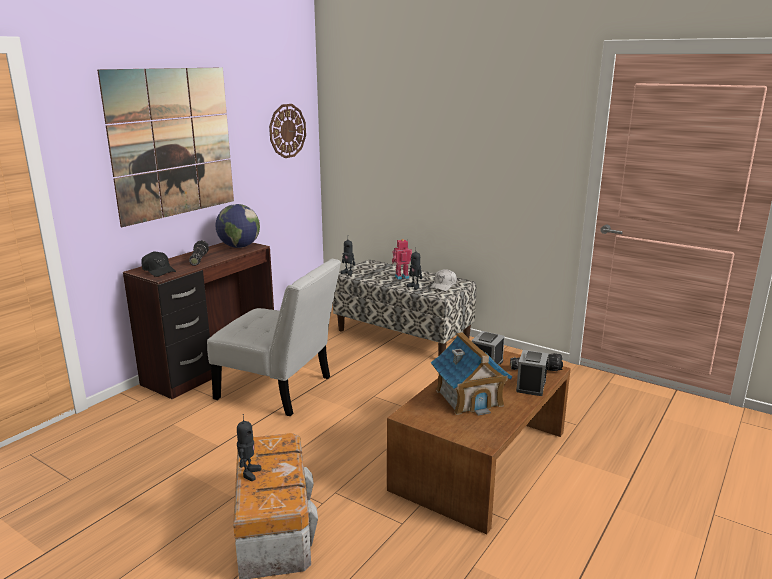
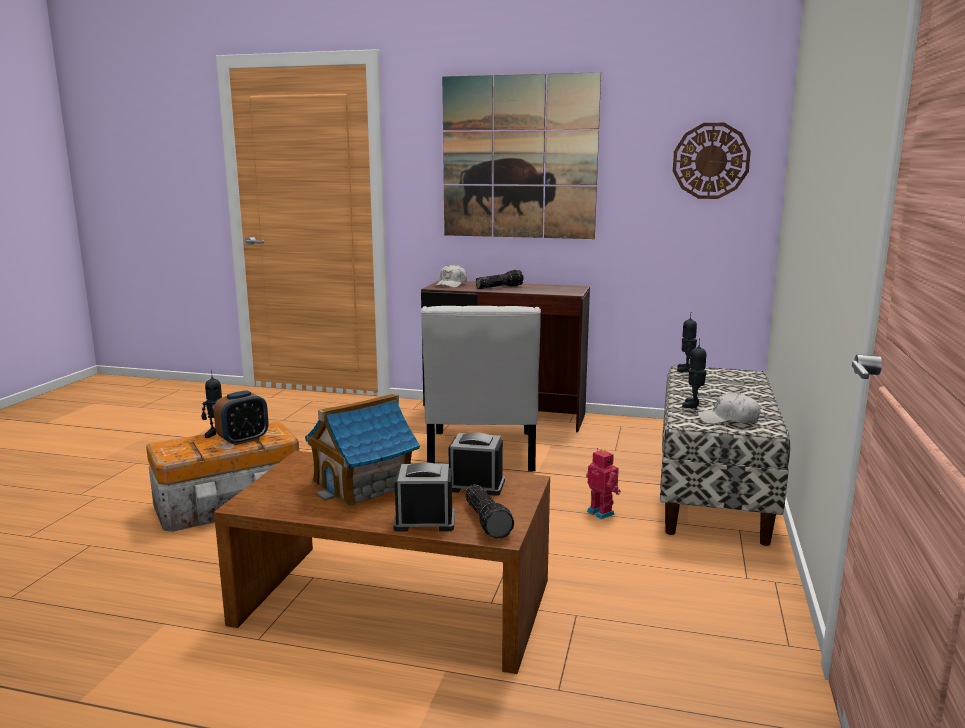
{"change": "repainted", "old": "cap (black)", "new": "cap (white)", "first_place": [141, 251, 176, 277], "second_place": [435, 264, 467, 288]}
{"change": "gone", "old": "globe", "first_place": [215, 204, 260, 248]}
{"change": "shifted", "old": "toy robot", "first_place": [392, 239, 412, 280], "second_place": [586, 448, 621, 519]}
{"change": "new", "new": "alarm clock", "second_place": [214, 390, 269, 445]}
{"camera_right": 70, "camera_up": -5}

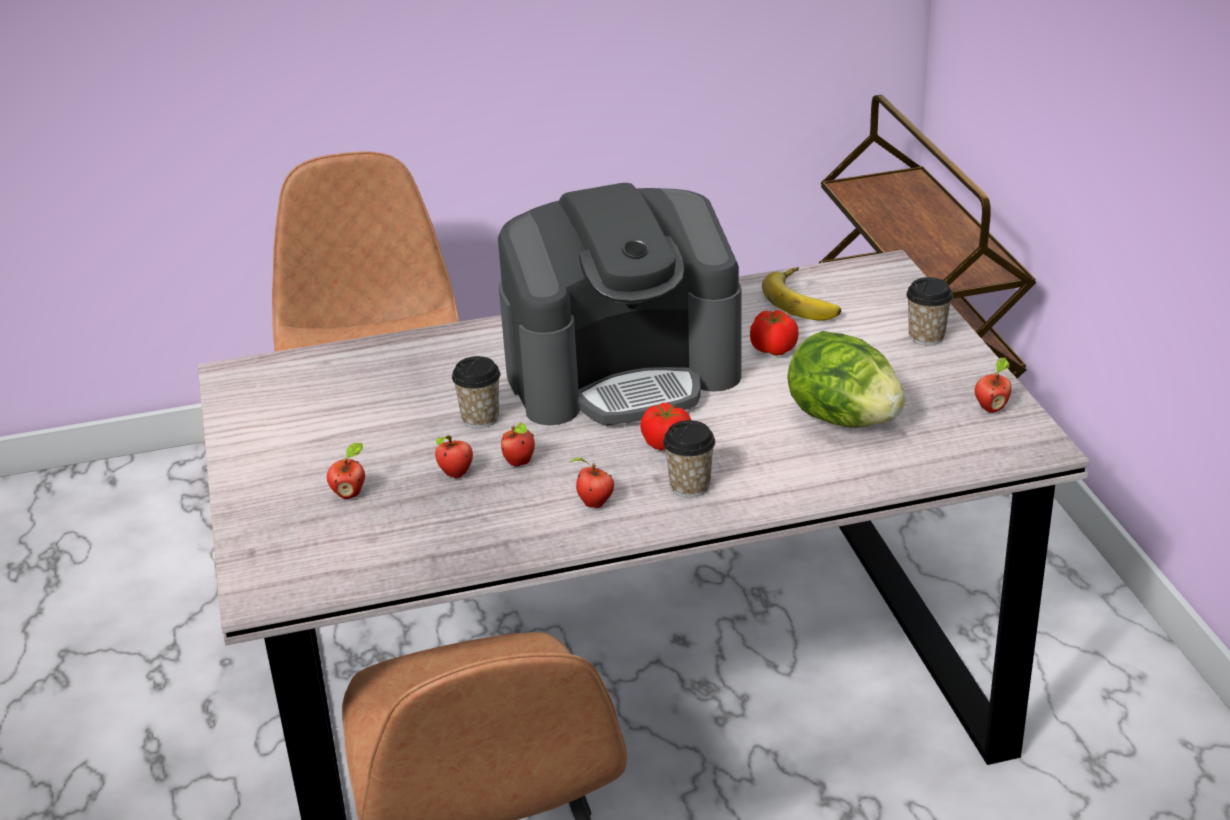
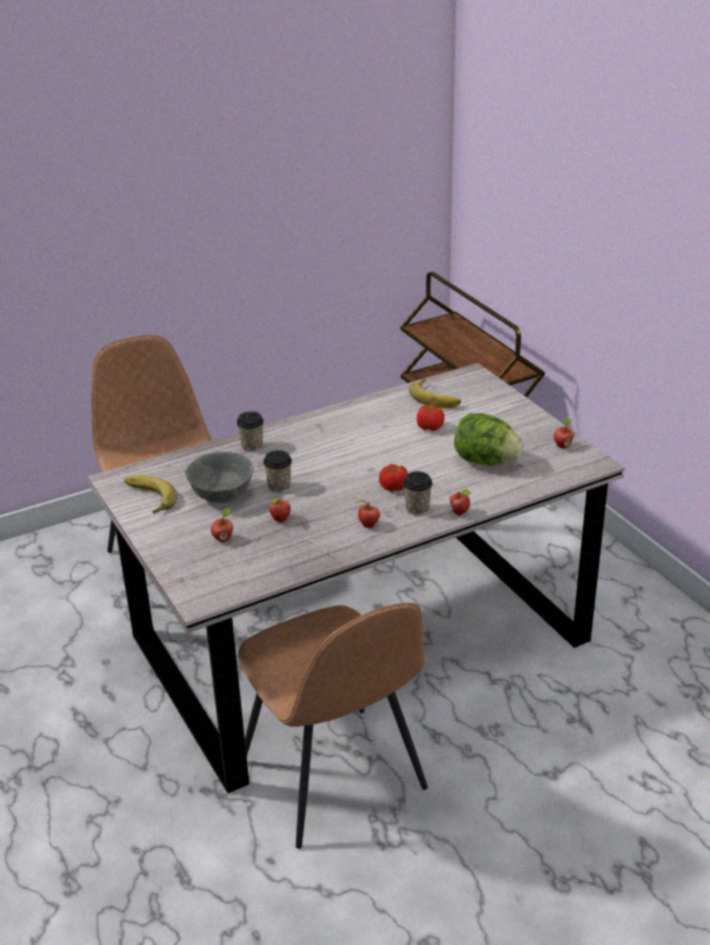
{"change": "gone", "old": "coffee machine", "first_place": [498, 183, 741, 426]}
{"change": "shifted", "old": "apple", "first_place": [501, 422, 535, 467], "second_place": [450, 489, 471, 515]}
{"change": "shifted", "old": "cup", "first_place": [906, 277, 953, 345], "second_place": [237, 411, 264, 452]}
{"change": "new", "new": "banana", "second_place": [124, 475, 177, 513]}
{"change": "new", "new": "bowl (grey)", "second_place": [185, 452, 254, 503]}
{"camera_right": -15, "camera_up": 0}

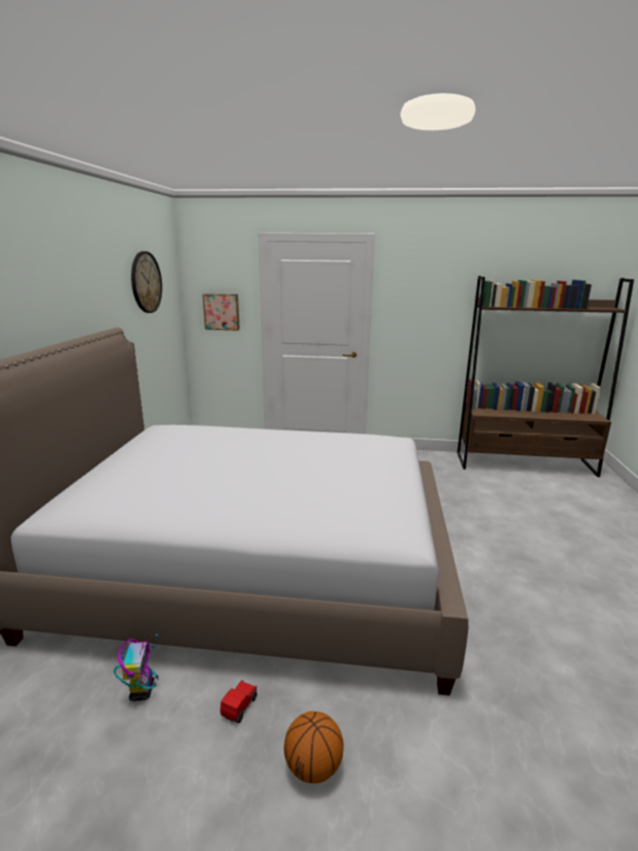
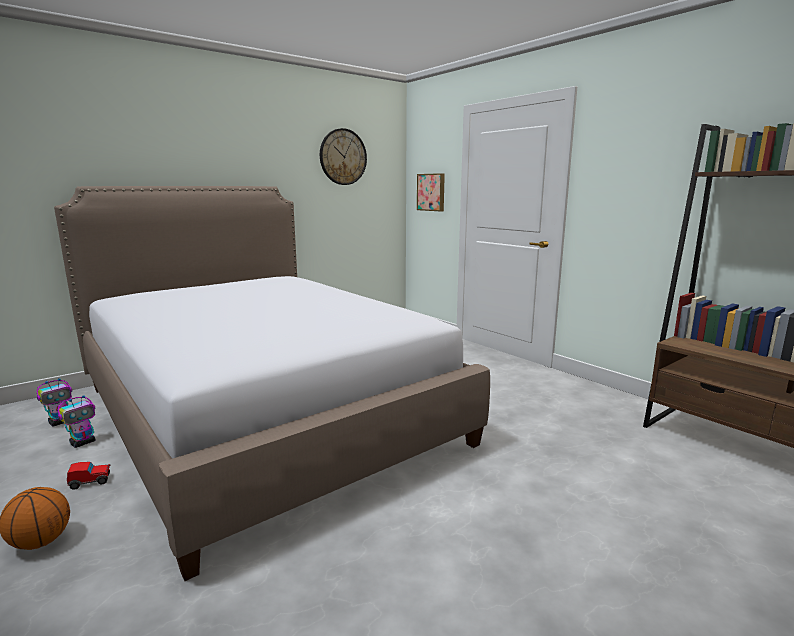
{"change": "new", "new": "toy robot", "second_place": [37, 378, 72, 427]}
{"camera_right": 45, "camera_up": -5}

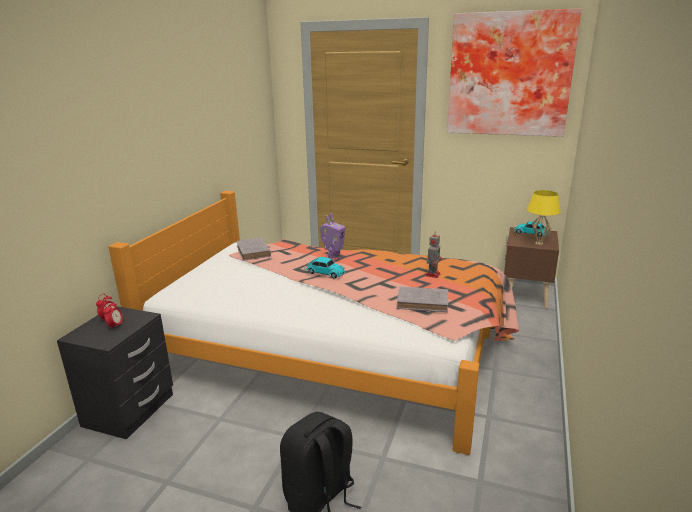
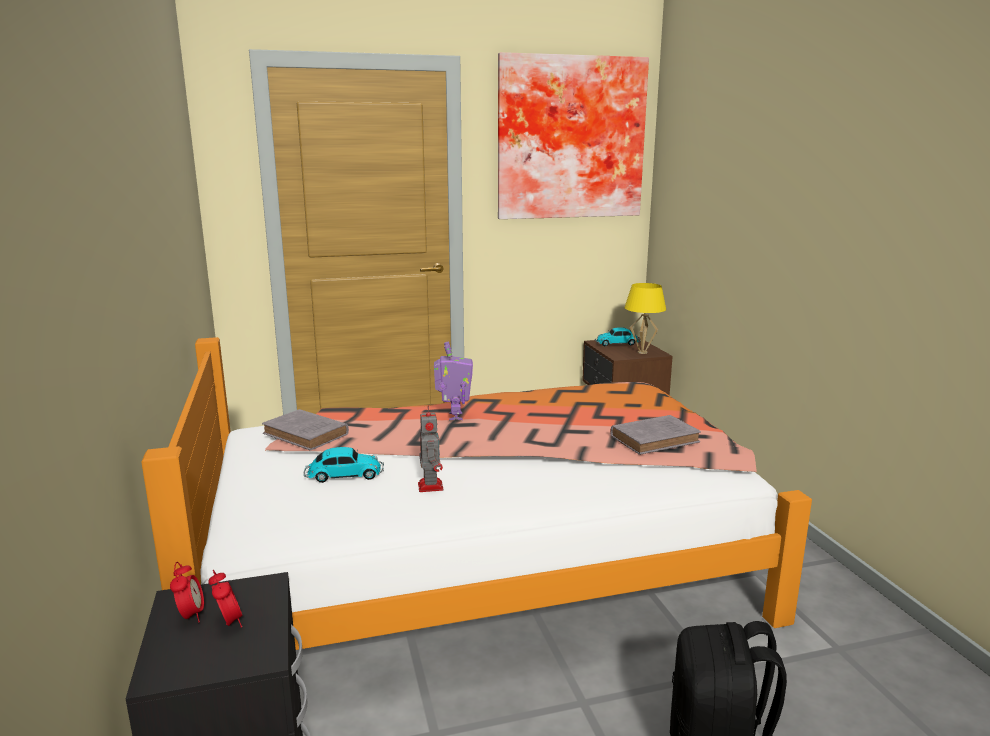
{"change": "shifted", "old": "toy car", "first_place": [304, 257, 346, 279], "second_place": [304, 447, 384, 483]}
{"change": "shifted", "old": "toy robot", "first_place": [425, 231, 442, 278], "second_place": [418, 405, 443, 492]}
{"camera_right": -35, "camera_up": -5}

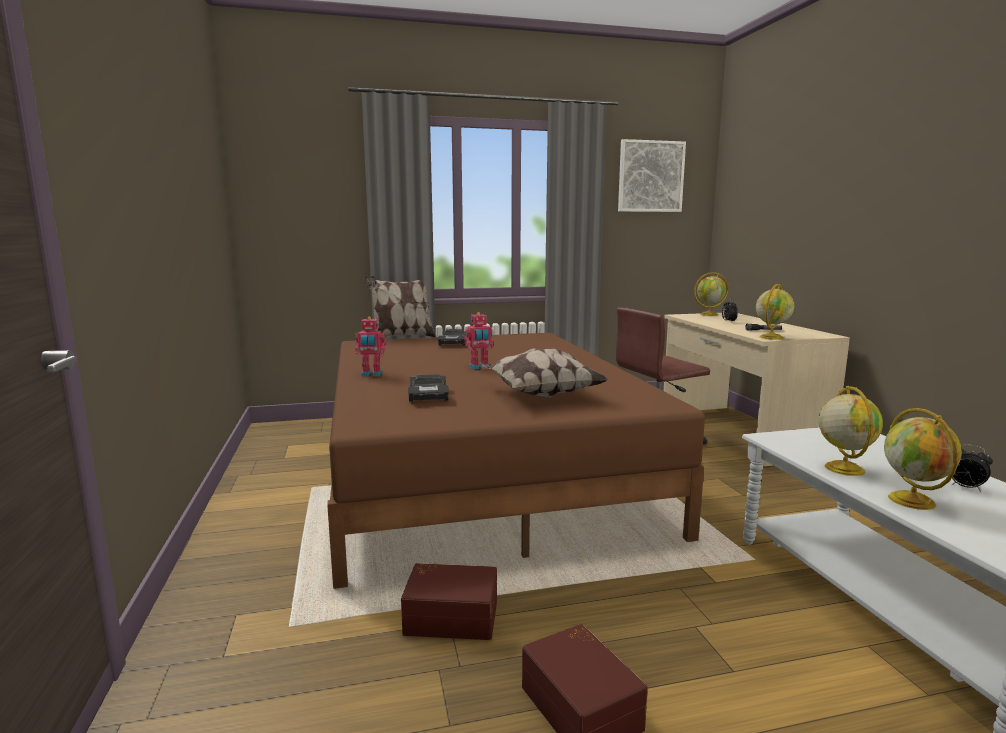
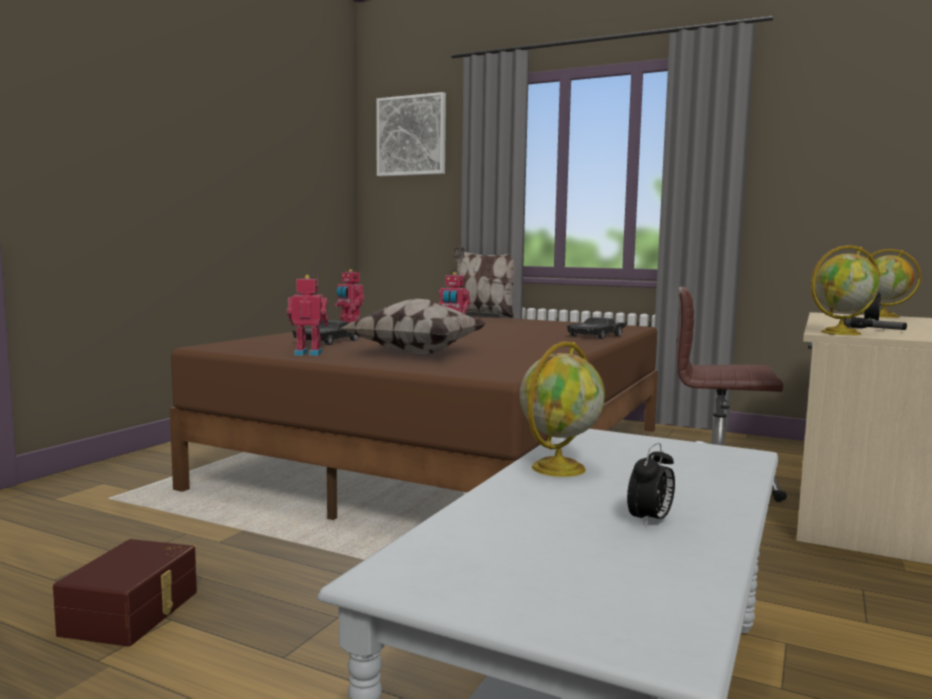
{"change": "gone", "old": "storage box (brown)", "first_place": [401, 563, 497, 640]}
{"change": "shifted", "old": "toy car (black)", "first_place": [438, 329, 465, 346], "second_place": [567, 317, 626, 339]}
{"change": "shifted", "old": "picture", "first_place": [618, 139, 686, 212], "second_place": [377, 92, 446, 176]}
{"change": "gone", "old": "globe", "first_place": [884, 408, 962, 510]}
{"change": "rotated", "old": "alarm clock", "first_place": [951, 444, 993, 492], "second_place": [627, 443, 675, 527], "degrees": -135}
{"change": "new", "new": "toy robot", "second_place": [287, 275, 328, 356]}
{"camera_right": 40, "camera_up": -5}

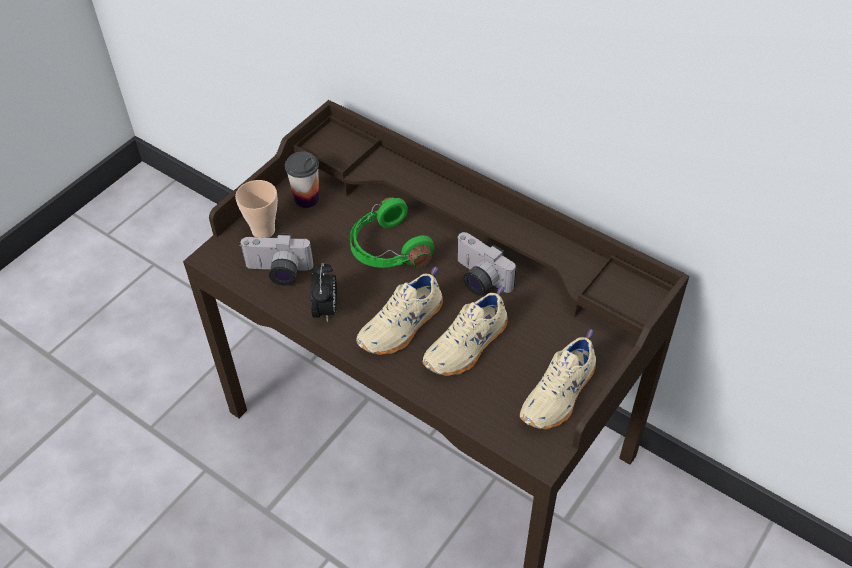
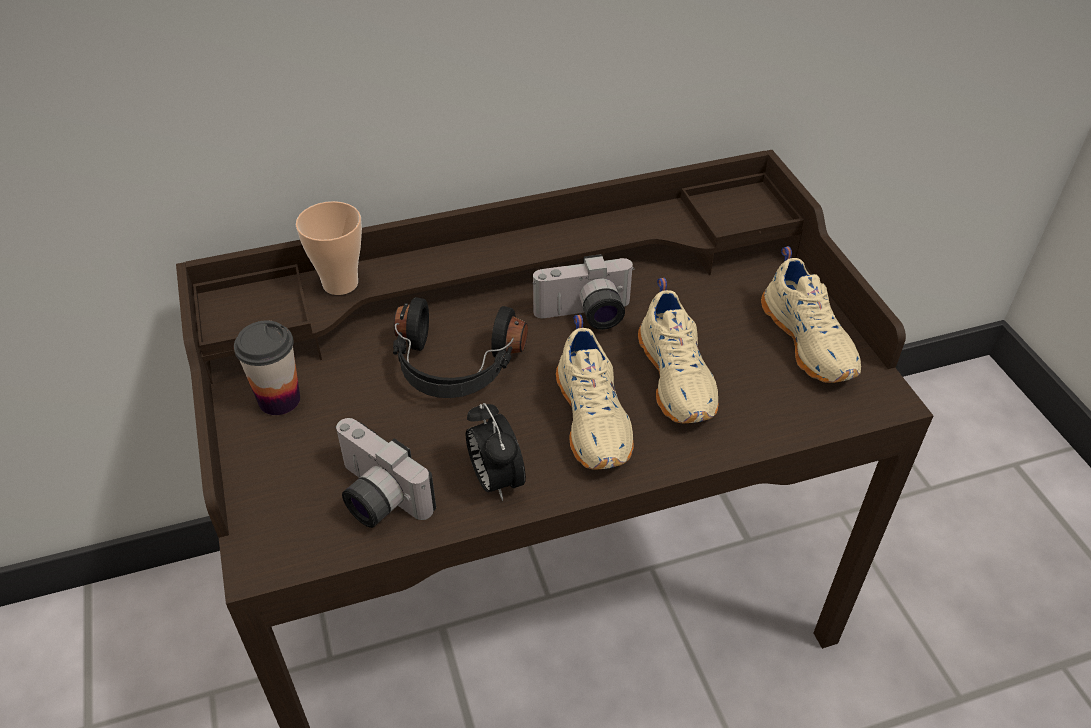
{"change": "shifted", "old": "cup", "first_place": [235, 180, 278, 238], "second_place": [296, 201, 362, 295]}
{"change": "rotated", "old": "photo camera", "first_place": [240, 233, 314, 285], "second_place": [335, 418, 436, 528], "degrees": 90}
{"change": "rotated", "old": "alarm clock", "first_place": [310, 263, 337, 323], "second_place": [466, 403, 526, 501], "degrees": -150}
{"change": "repainted", "old": "headphones (green)", "new": "headphones (black)", "first_place": [350, 197, 434, 268], "second_place": [393, 297, 528, 398]}
{"camera_right": -55, "camera_up": -5}

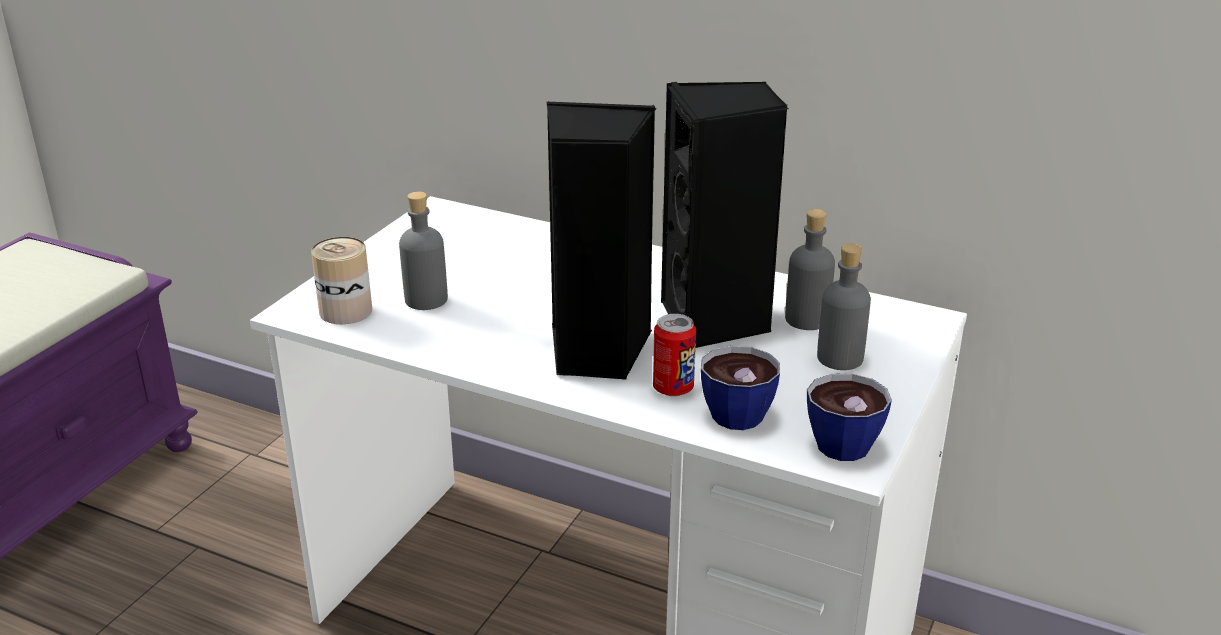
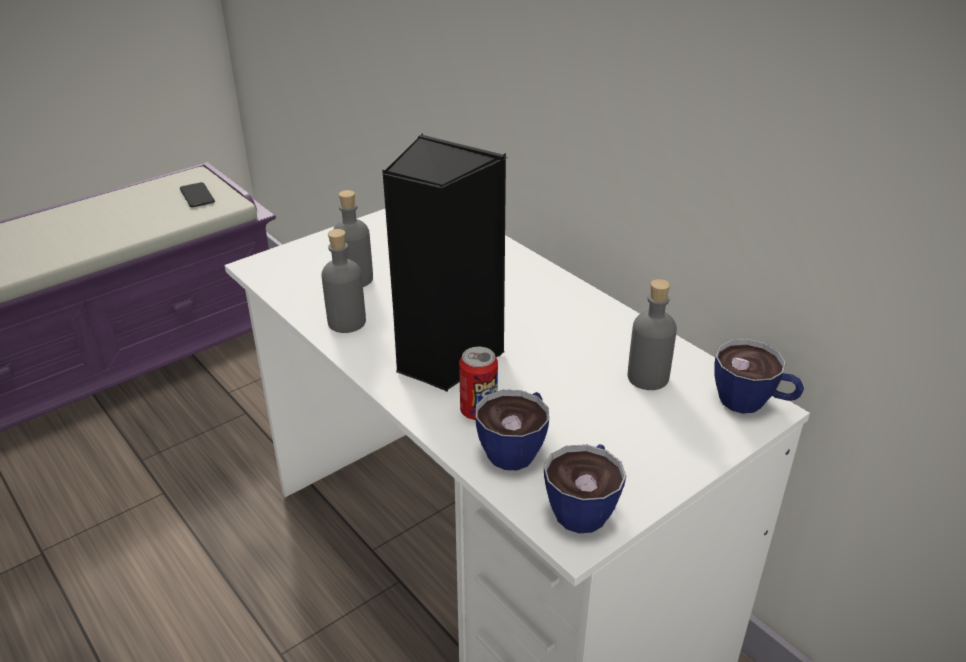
{"change": "gone", "old": "can", "first_place": [311, 237, 372, 324]}
{"change": "gone", "old": "speaker (black)", "first_place": [661, 82, 789, 348]}
{"change": "shifted", "old": "bottle (grey)", "first_place": [817, 244, 871, 370], "second_place": [321, 229, 366, 333]}
{"change": "new", "new": "phone", "second_place": [180, 182, 215, 207]}
{"change": "new", "new": "cup", "second_place": [714, 339, 804, 414]}
{"camera_right": 25, "camera_up": 5}

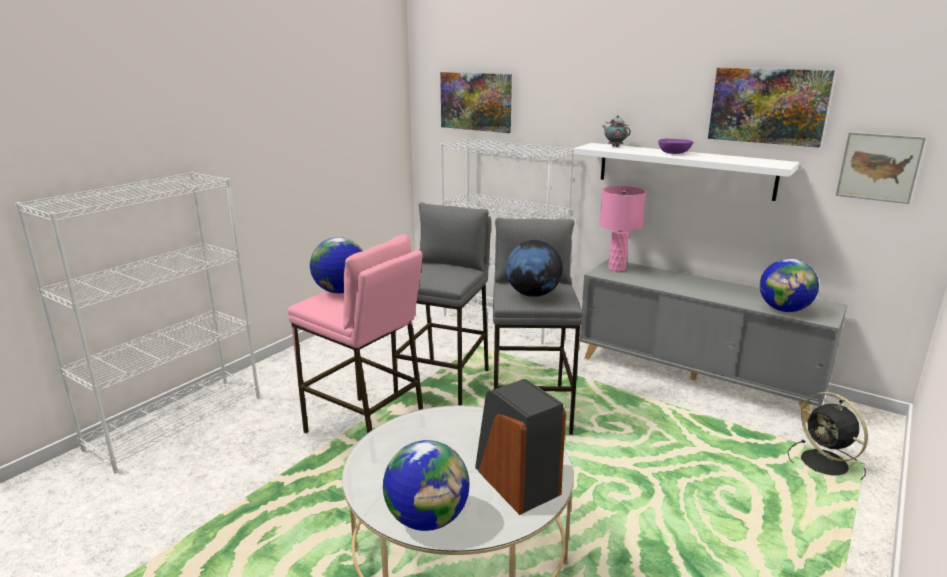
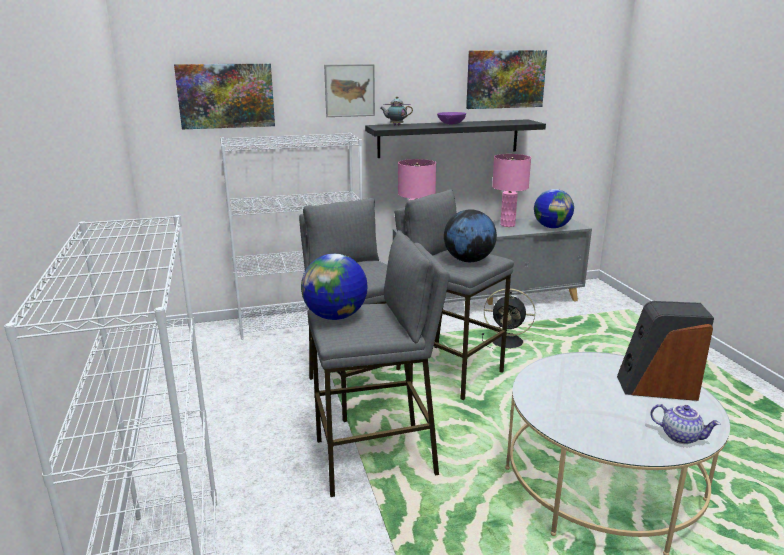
{"change": "repainted", "old": "stool (pink)", "new": "stool (grey)", "first_place": [288, 234, 423, 434], "second_place": [307, 230, 450, 497]}
{"change": "swapped", "old": "globe", "new": "teapot", "first_place": [383, 440, 469, 531], "second_place": [650, 404, 721, 444]}
{"change": "repainted", "old": "shelf (white)", "new": "shelf (black)", "first_place": [573, 143, 799, 201], "second_place": [365, 119, 546, 158]}
{"change": "shifted", "old": "fan (black)", "first_place": [787, 392, 868, 480], "second_place": [482, 288, 535, 350]}
{"change": "shifted", "old": "picture", "first_place": [836, 132, 926, 204], "second_place": [324, 64, 375, 117]}
{"change": "new", "new": "table lamp (pink)", "second_place": [492, 154, 531, 227]}
{"camera_right": -50, "camera_up": 0}

